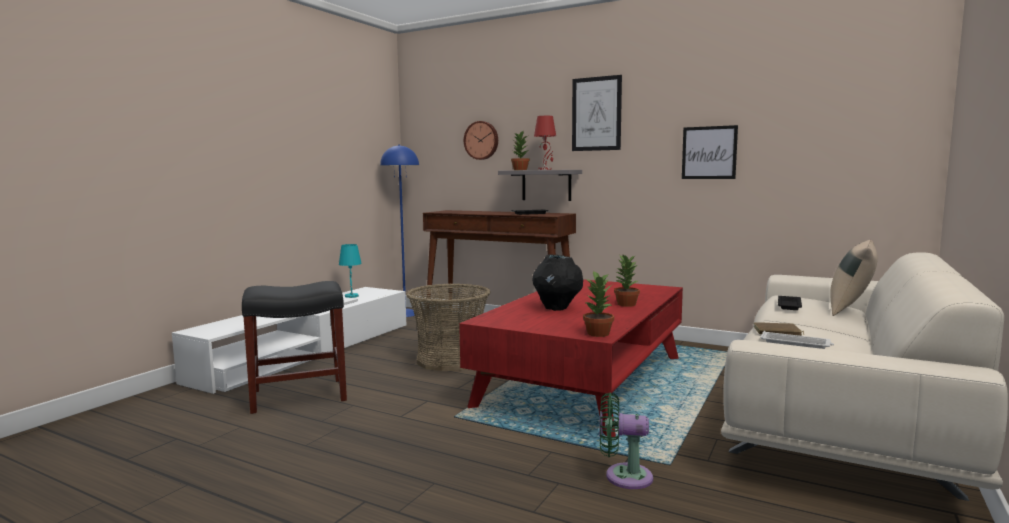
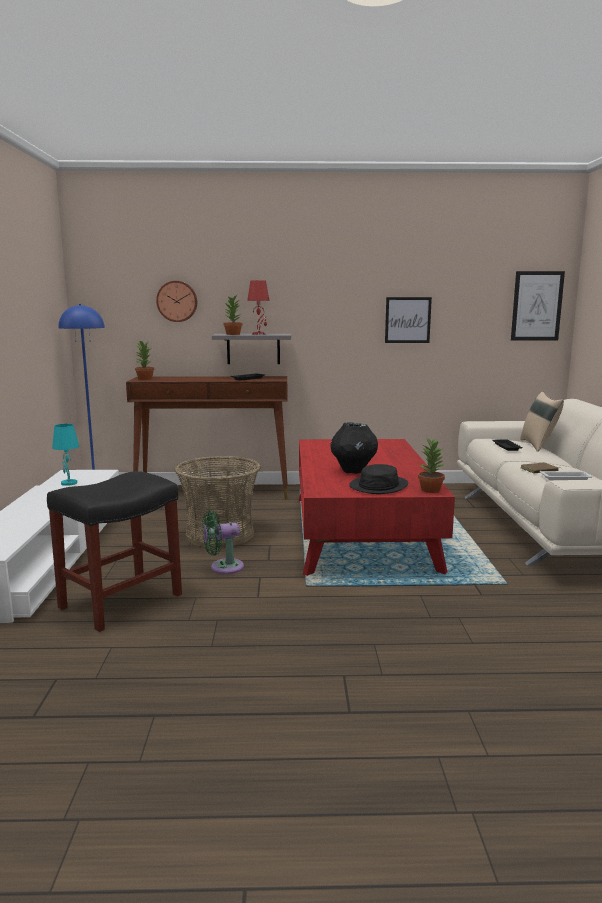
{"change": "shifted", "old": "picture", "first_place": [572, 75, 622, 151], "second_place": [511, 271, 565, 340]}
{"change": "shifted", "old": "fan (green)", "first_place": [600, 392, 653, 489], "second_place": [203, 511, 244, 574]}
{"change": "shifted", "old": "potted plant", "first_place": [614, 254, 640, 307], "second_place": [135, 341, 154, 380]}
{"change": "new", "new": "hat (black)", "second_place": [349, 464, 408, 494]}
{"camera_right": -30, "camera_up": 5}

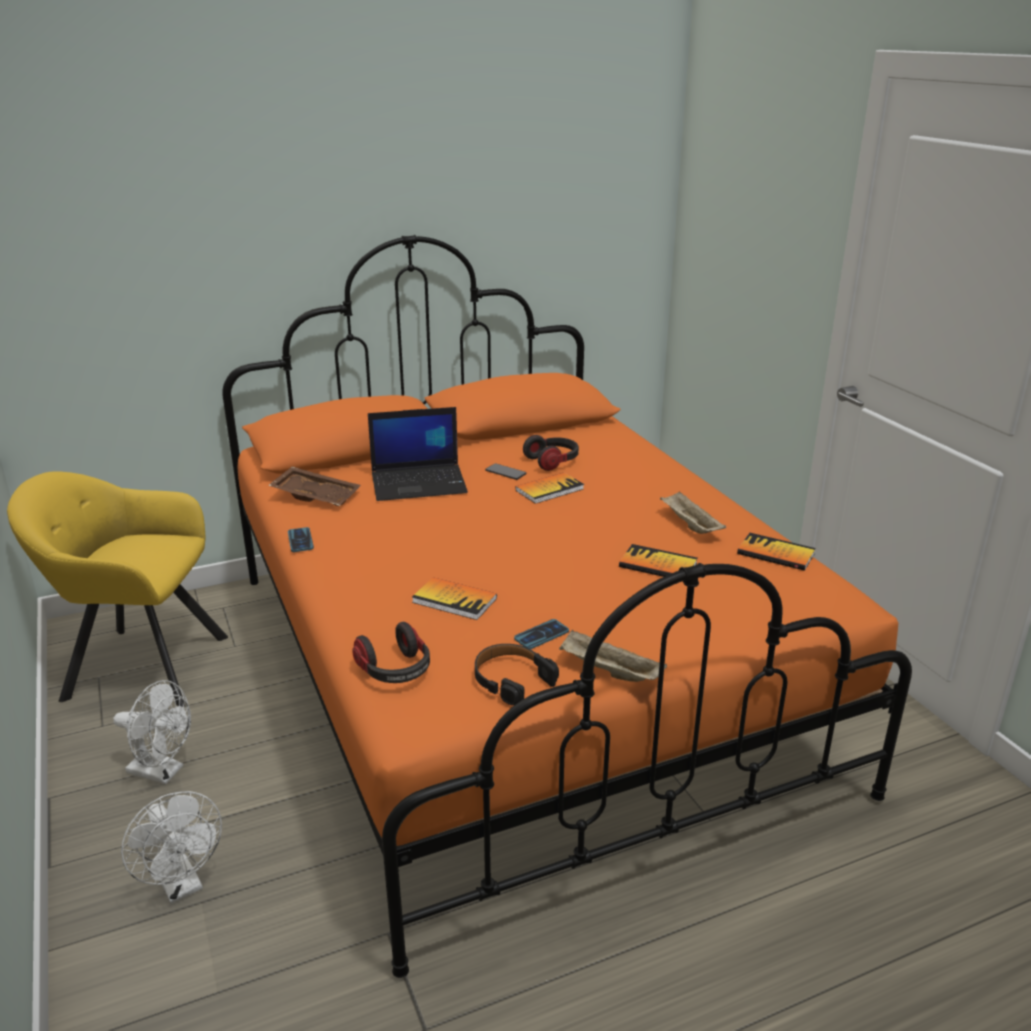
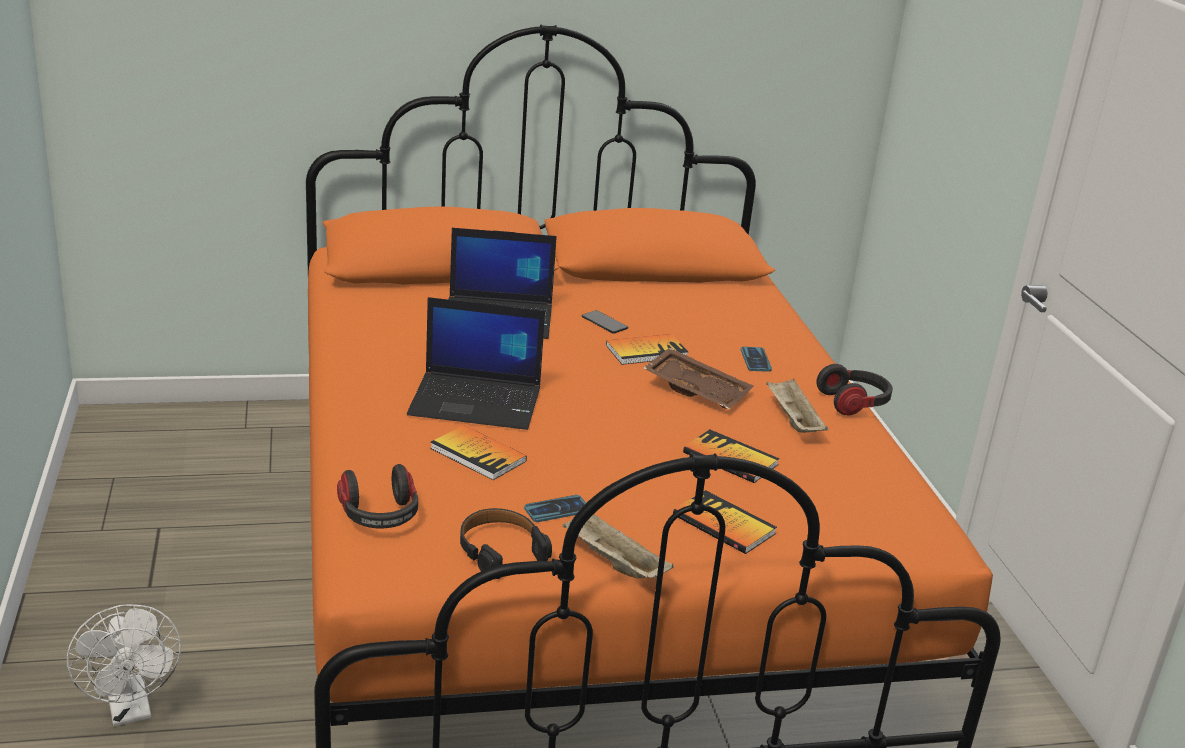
{"change": "gone", "old": "armchair (yellow)", "first_place": [7, 471, 228, 707]}
{"change": "gone", "old": "fan (white)", "first_place": [113, 680, 191, 784]}
{"change": "shifted", "old": "tray (brown)", "first_place": [268, 467, 361, 506], "second_place": [643, 348, 754, 409]}
{"change": "shifted", "old": "phone", "first_place": [288, 527, 314, 552], "second_place": [741, 347, 772, 372]}
{"change": "shifted", "old": "headphones", "first_place": [523, 435, 579, 471], "second_place": [816, 364, 893, 415]}
{"change": "shifted", "old": "book", "first_place": [737, 533, 816, 571], "second_place": [673, 490, 777, 554]}
{"change": "new", "new": "laptop", "second_place": [407, 297, 545, 430]}
{"camera_right": 10, "camera_up": 0}

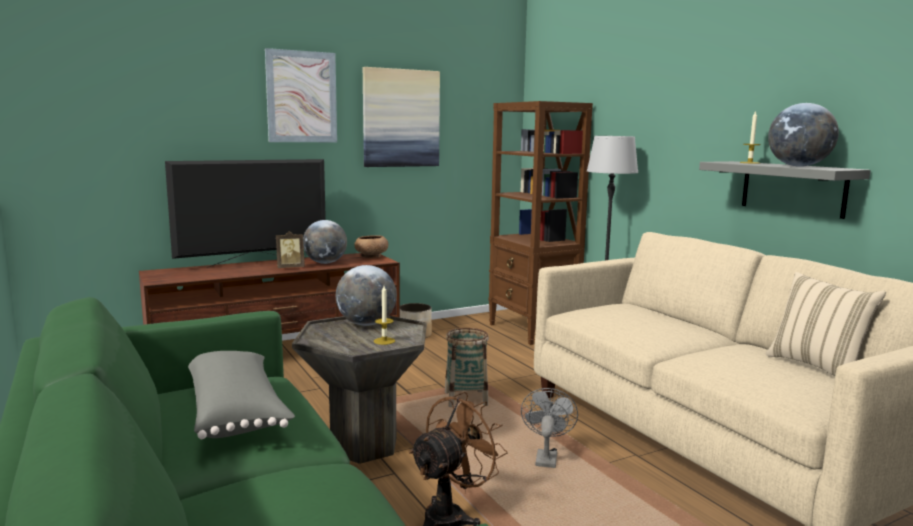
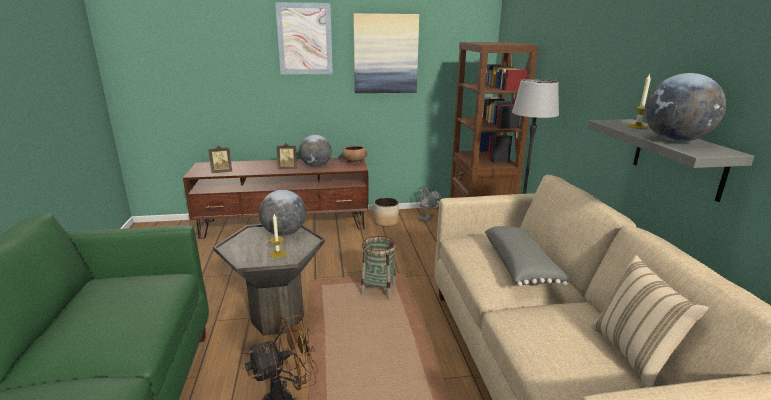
{"change": "gone", "old": "television", "first_place": [165, 159, 326, 268]}
{"change": "shifted", "old": "pillow (grey)", "first_place": [188, 351, 295, 439], "second_place": [485, 226, 571, 286]}
{"change": "shifted", "old": "fan (grey)", "first_place": [521, 388, 578, 468], "second_place": [417, 186, 441, 222]}
{"change": "new", "new": "picture frame", "second_place": [208, 145, 232, 173]}
{"camera_right": 20, "camera_up": 10}

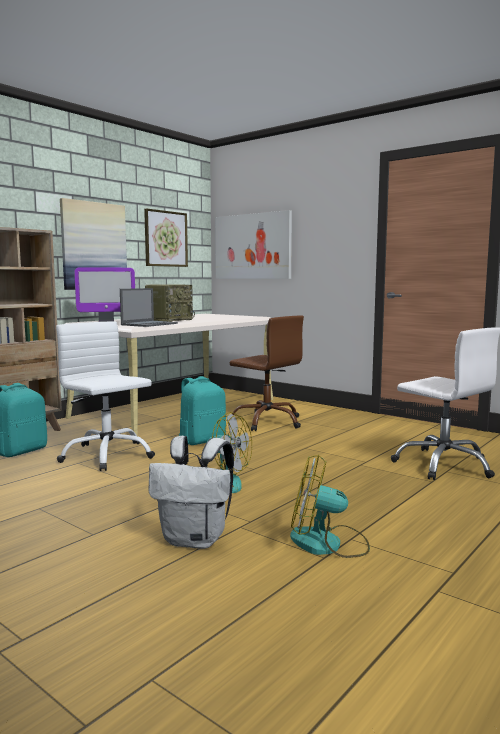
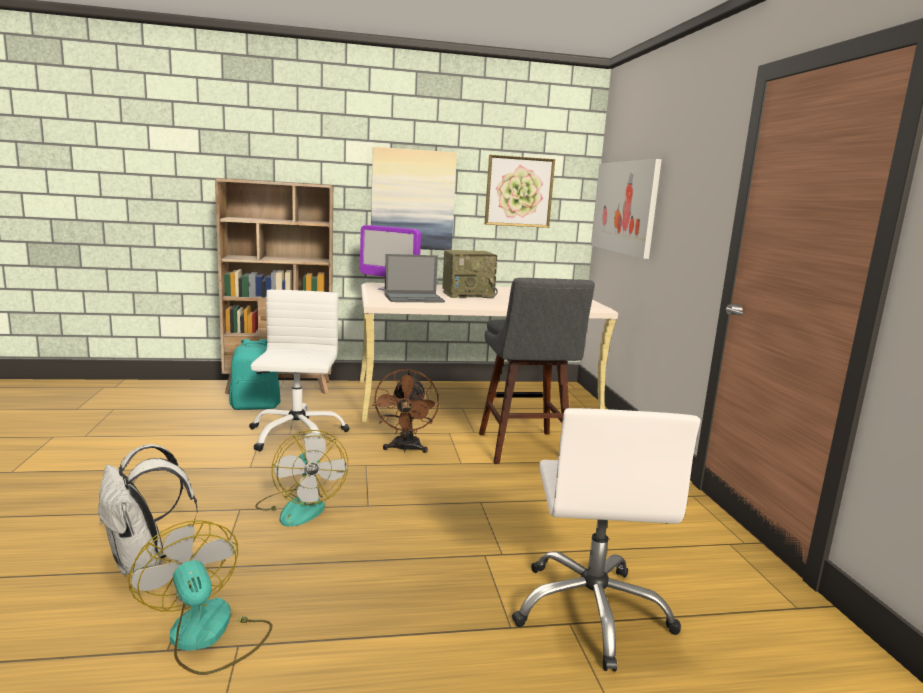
{"change": "swapped", "old": "backpack (turquoise)", "new": "fan (brown)", "first_place": [179, 376, 226, 445], "second_place": [372, 369, 439, 453]}
{"change": "swapped", "old": "office chair (brown)", "new": "stool (grey)", "first_place": [230, 316, 304, 431], "second_place": [479, 278, 595, 464]}
{"camera_right": 40, "camera_up": 5}

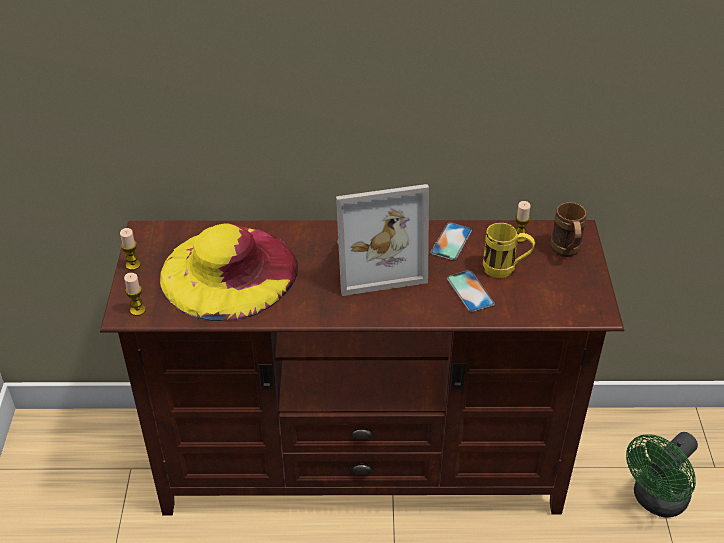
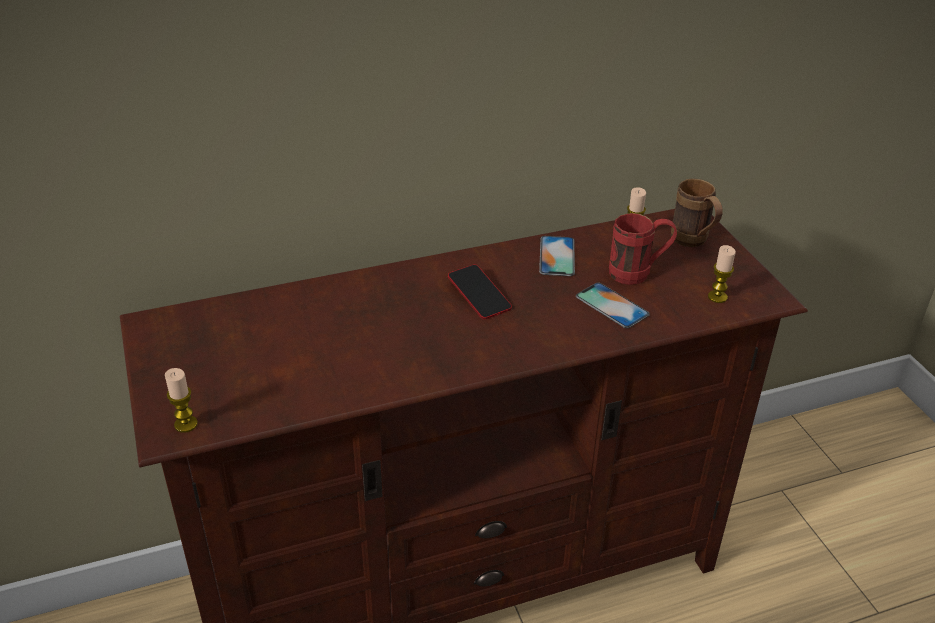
{"change": "shifted", "old": "candle", "first_place": [120, 228, 141, 270], "second_place": [708, 245, 736, 303]}
{"change": "gone", "old": "hat (yellow)", "first_place": [160, 223, 298, 321]}
{"change": "swapped", "old": "picture frame", "new": "phone", "first_place": [336, 184, 429, 296], "second_place": [448, 264, 512, 319]}
{"change": "repainted", "old": "mug (yellow)", "new": "mug (red)", "first_place": [483, 223, 535, 278], "second_place": [609, 213, 677, 285]}
{"change": "gone", "old": "fan (green)", "first_place": [626, 432, 698, 518]}
{"camera_right": -20, "camera_up": -5}

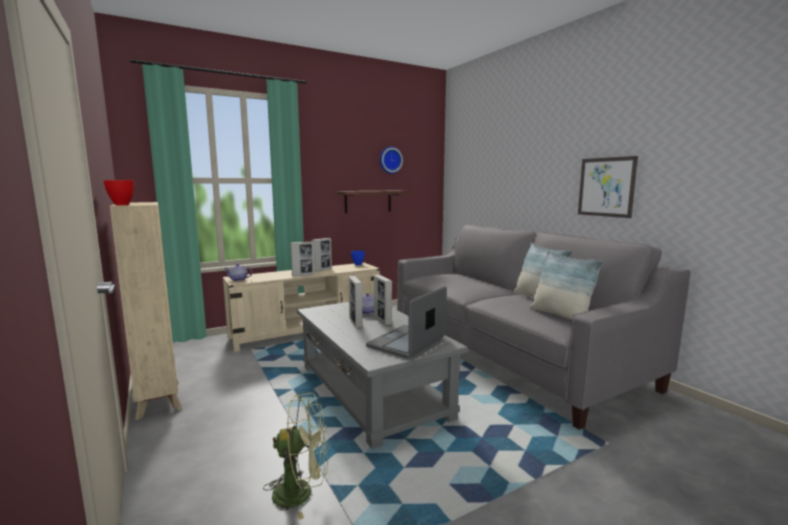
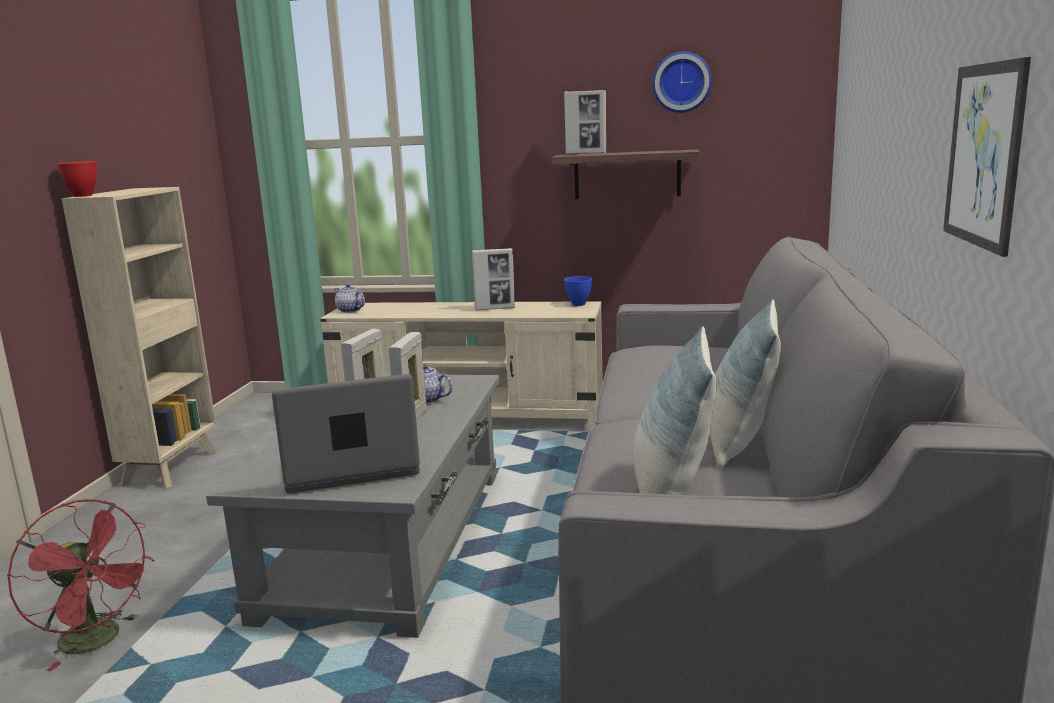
{"change": "repainted", "old": "fan (green)", "new": "fan (red)", "first_place": [263, 393, 328, 520], "second_place": [8, 499, 155, 671]}
{"change": "shifted", "old": "picture frame", "first_place": [290, 241, 315, 276], "second_place": [564, 90, 606, 154]}
{"camera_right": 40, "camera_up": 5}

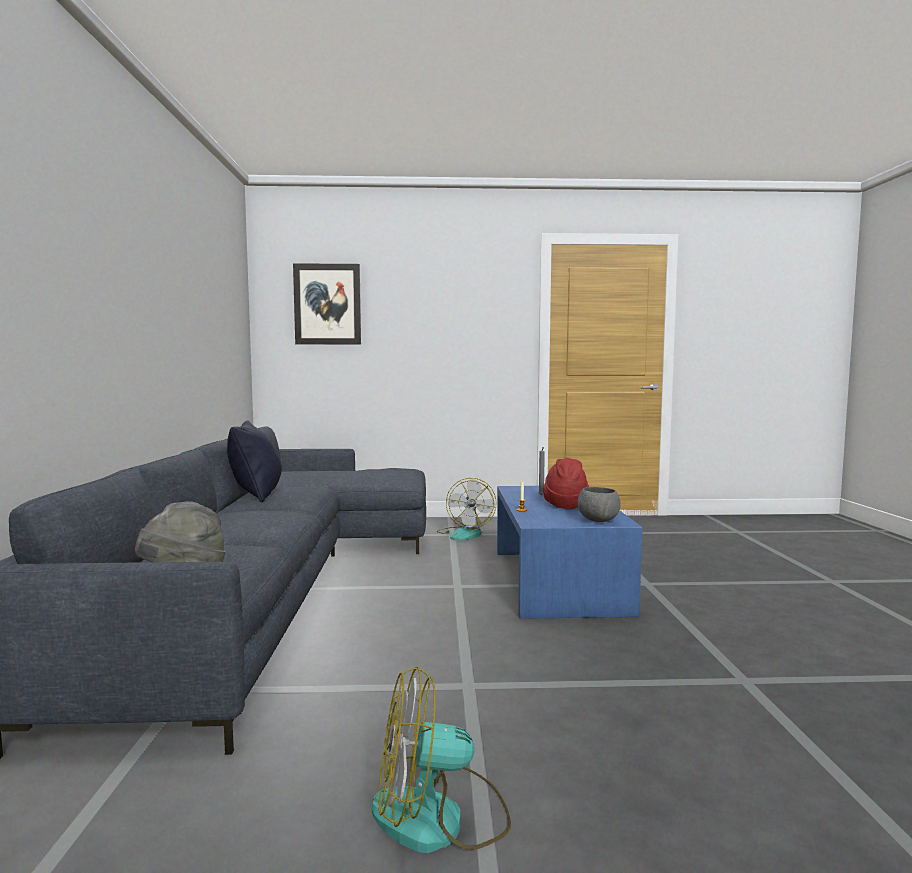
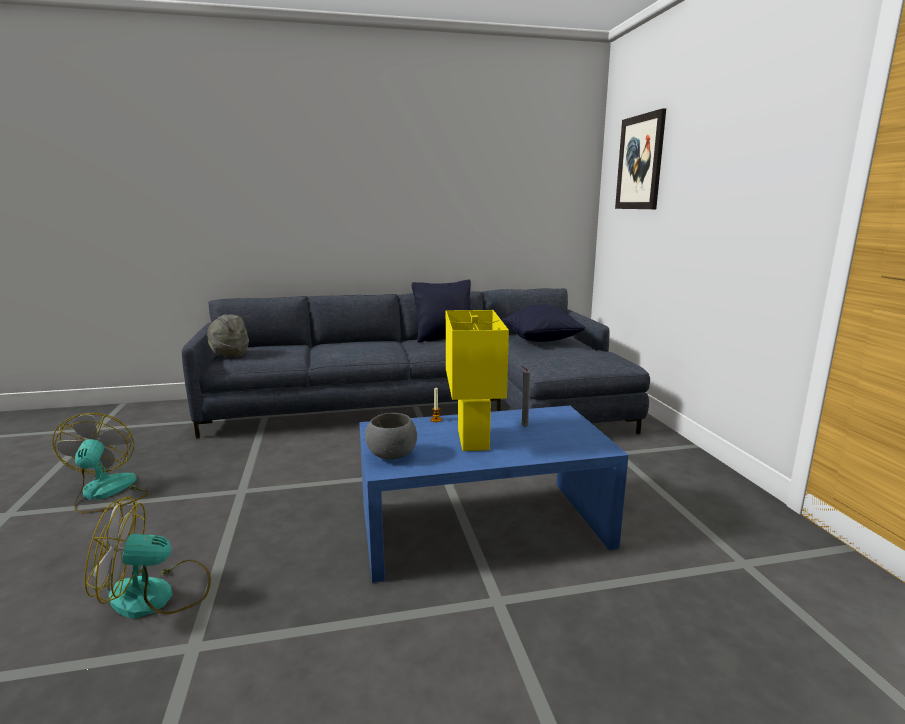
{"change": "shifted", "old": "fan", "first_place": [437, 478, 496, 540], "second_place": [85, 496, 211, 619]}
{"change": "swapped", "old": "hat (red)", "new": "table lamp (yellow)", "first_place": [543, 458, 589, 509], "second_place": [446, 310, 509, 451]}
{"change": "new", "new": "pillow (black)", "second_place": [502, 304, 586, 342]}
{"camera_right": 80, "camera_up": 10}

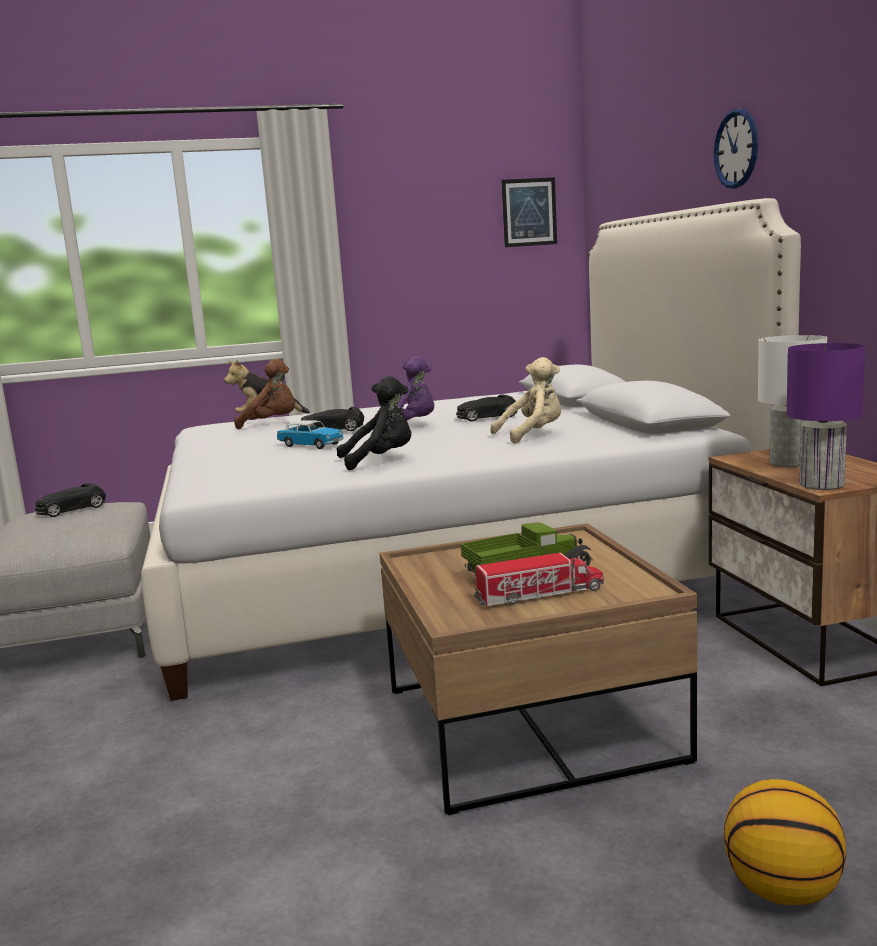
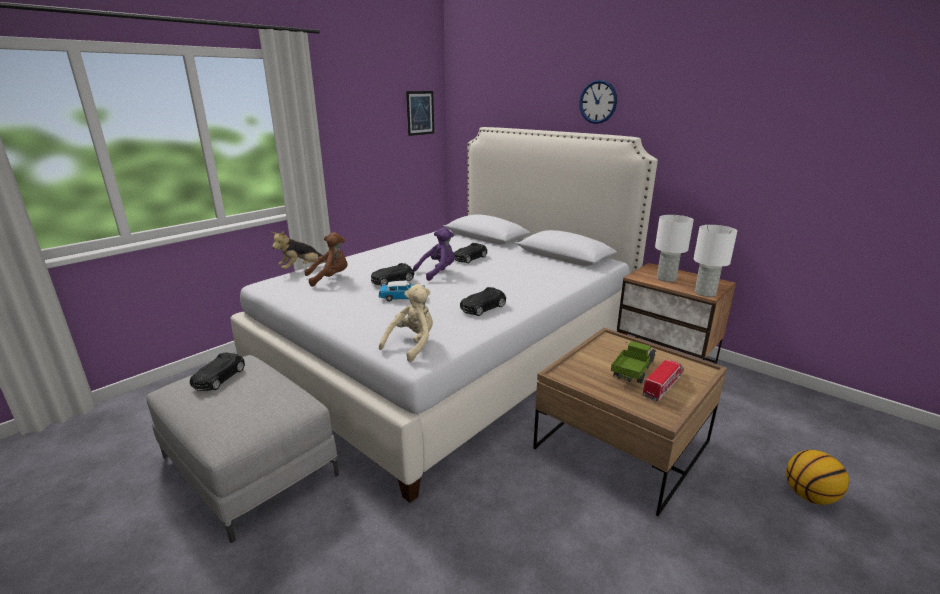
{"change": "swapped", "old": "plush toy (black)", "new": "toy car (black)", "first_place": [337, 376, 411, 471], "second_place": [460, 287, 506, 316]}
{"change": "shifted", "old": "plush toy (beige)", "first_place": [490, 357, 562, 444], "second_place": [379, 284, 433, 362]}
{"change": "repainted", "old": "table lamp (purple)", "new": "table lamp (white)", "first_place": [786, 343, 865, 490], "second_place": [694, 225, 737, 297]}
{"camera_right": -35, "camera_up": 10}

